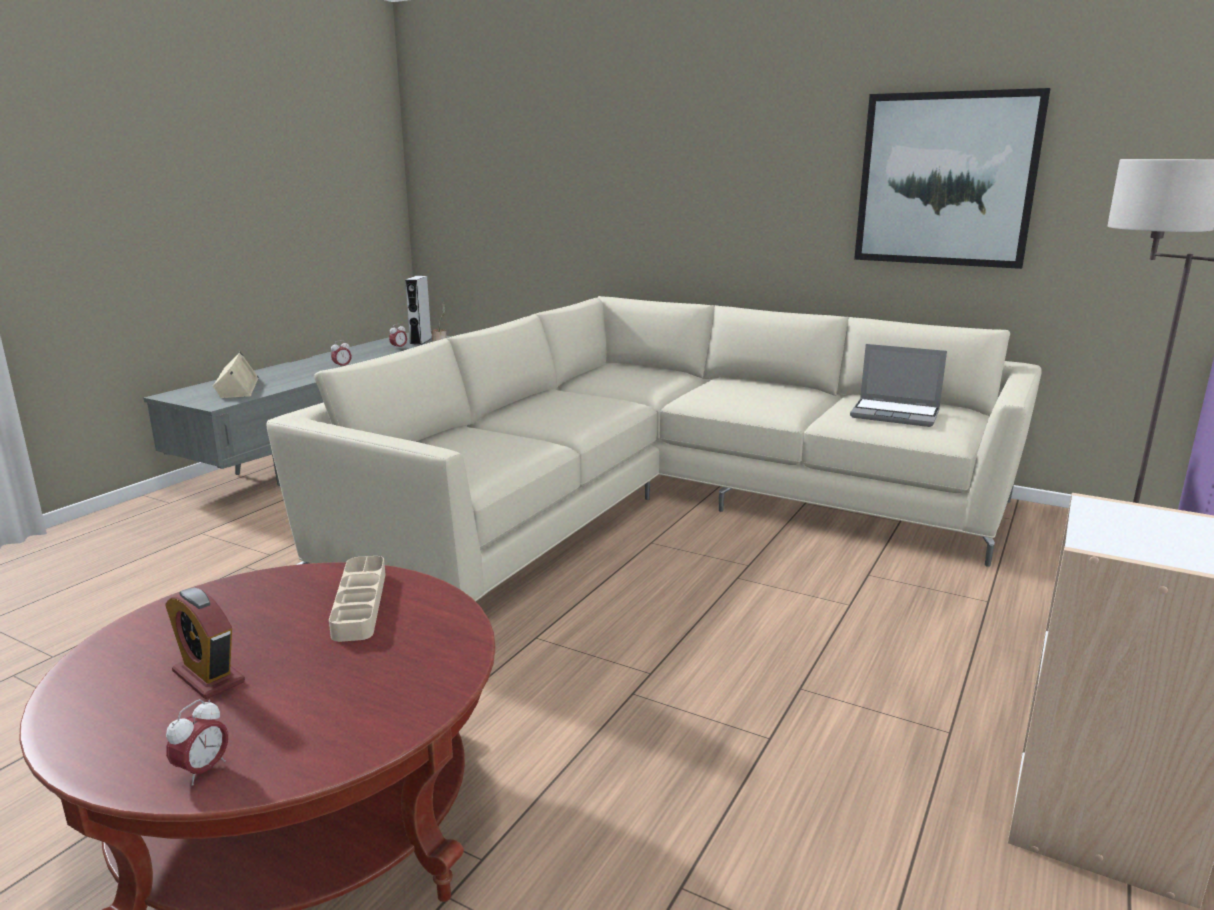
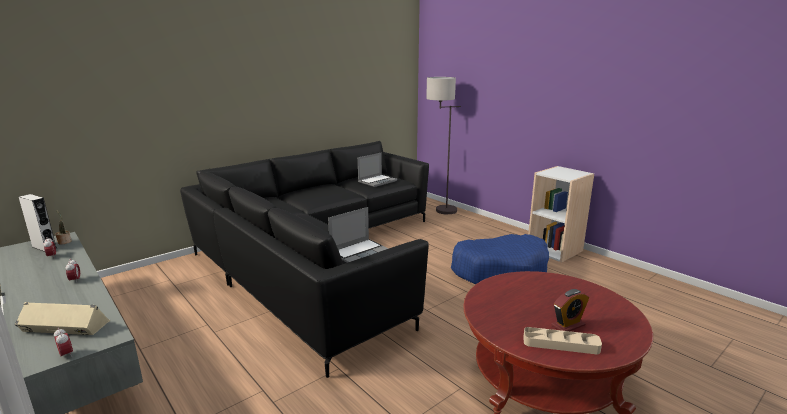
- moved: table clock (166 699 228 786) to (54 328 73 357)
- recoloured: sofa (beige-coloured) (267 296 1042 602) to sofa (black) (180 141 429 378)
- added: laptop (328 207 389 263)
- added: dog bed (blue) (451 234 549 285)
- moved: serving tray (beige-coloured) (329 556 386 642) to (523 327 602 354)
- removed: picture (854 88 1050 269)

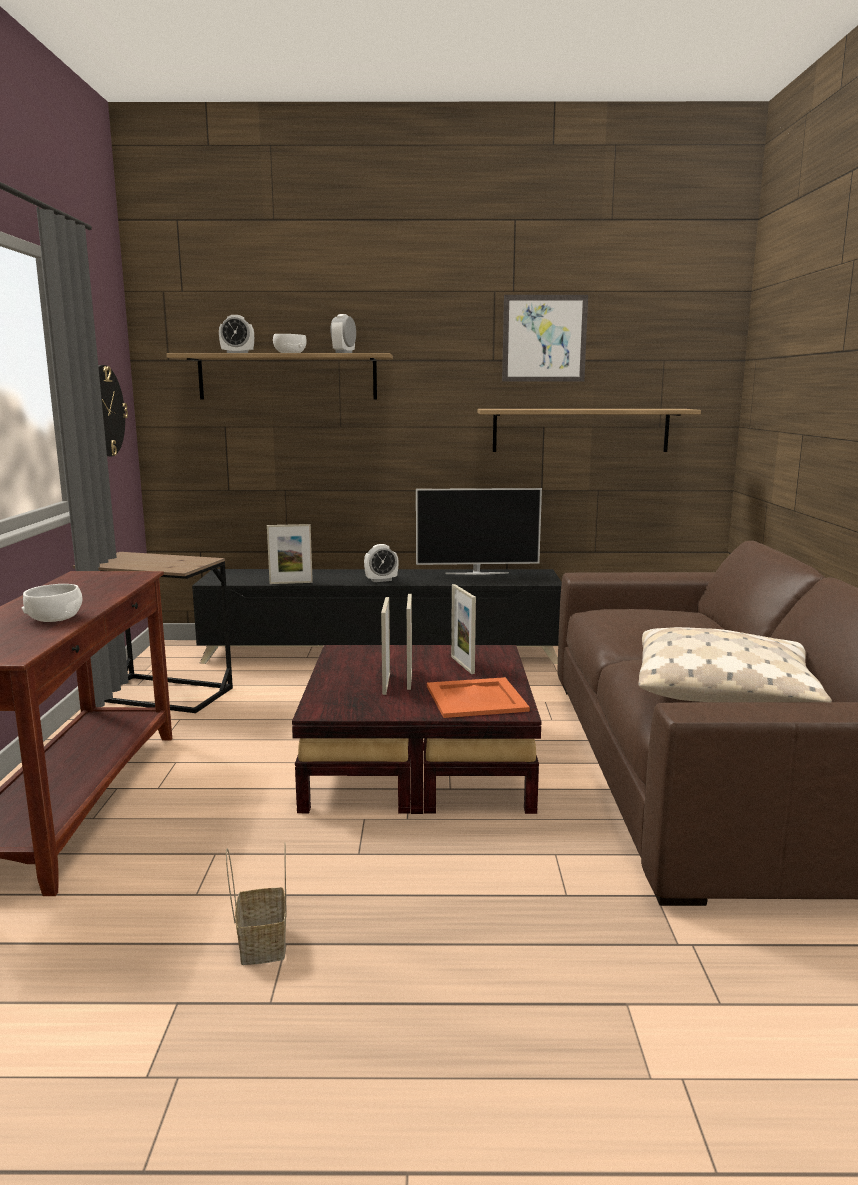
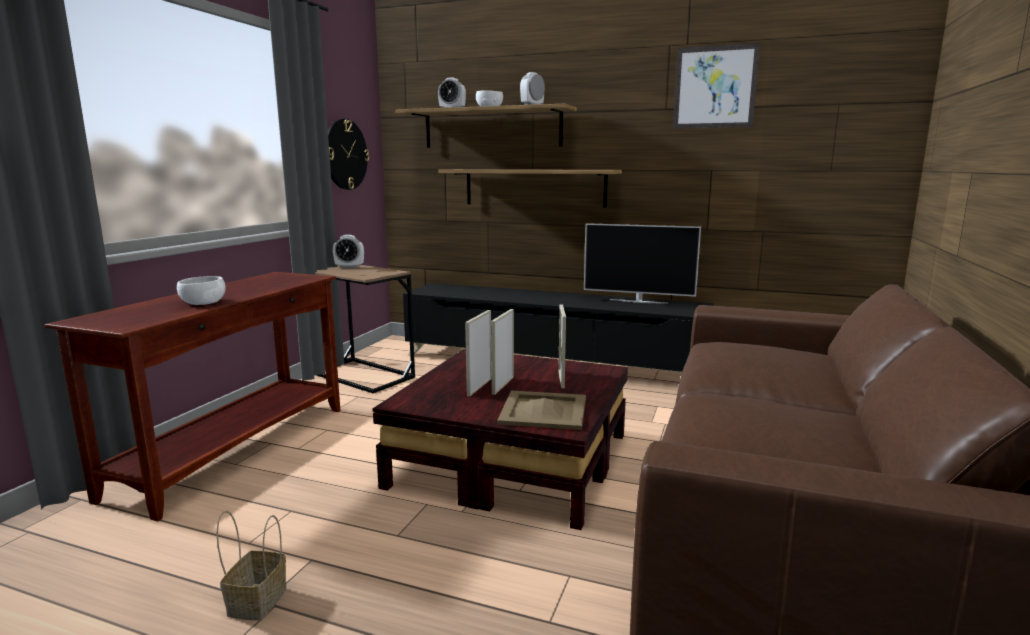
- moved: table clock (364 544 399 582) to (333 235 364 268)
- moved: bracket shelf (477 409 701 452) to (438 169 622 208)
- recoloured: serving tray (orange) (427 677 530 718) to serving tray (beige-coloured) (497 390 586 430)
- removed: standing frame (267 524 313 584)
- removed: cushion (beige-coloured) (638 627 832 703)

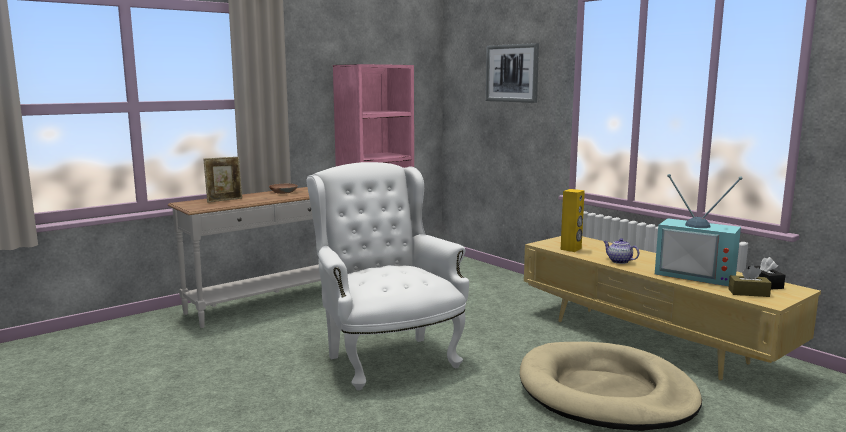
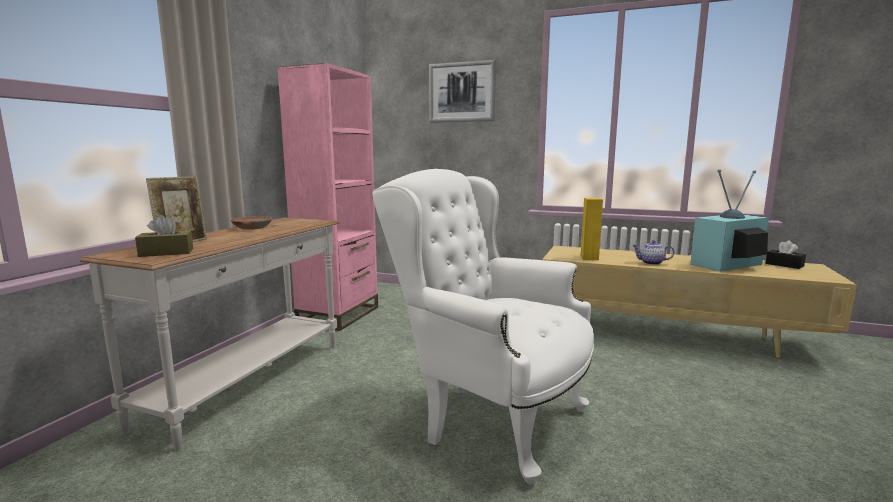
- moved: tissue holder (brown-coloured) (728 265 772 297) to (135 215 193 257)
- turned: TV (655 174 743 286) = (690 169 769 272) 150 degrees clockwise
- removed: dog bed (beige-coloured) (520 342 702 431)

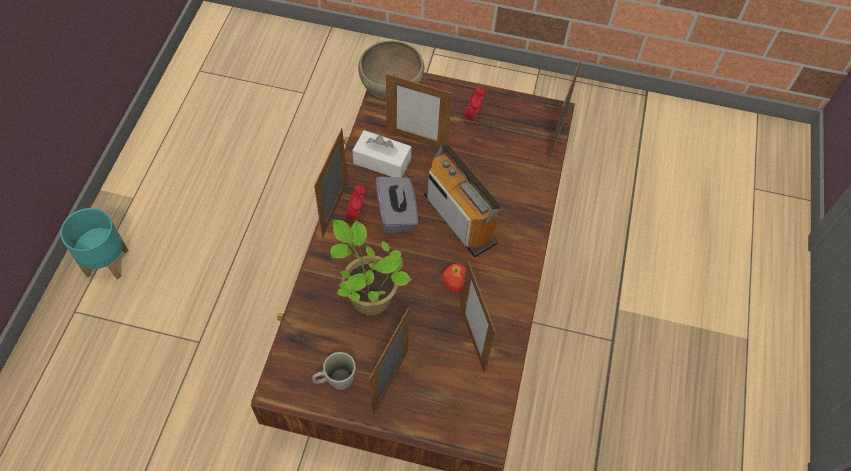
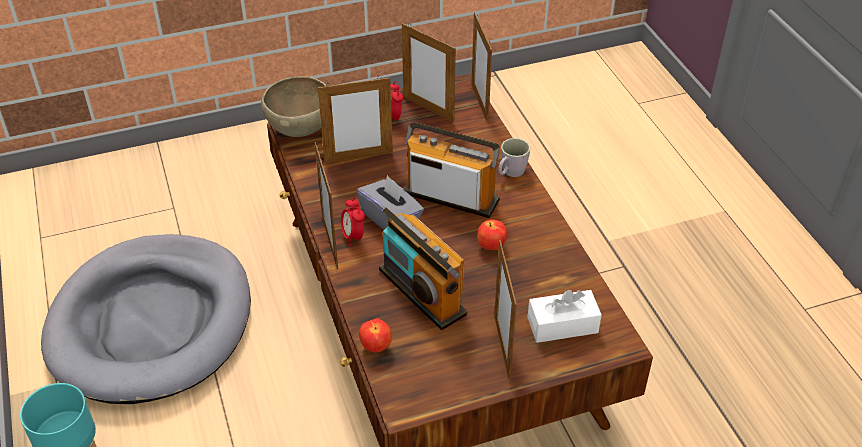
- added: dog bed (gray) (41 234 251 404)
- added: whole apple (359 318 392 352)
- replaced: houseplant (330 220 412 315) to radio receiver (379 208 467 330)
- moved: standing frame (460 261 496 373) to (402 23 456 123)
- moved: mug (gray) (312 352 356 390) to (498 138 530 177)
- moved: tissue holder (white-coloured) (352 130 411 177) to (527 290 602 343)

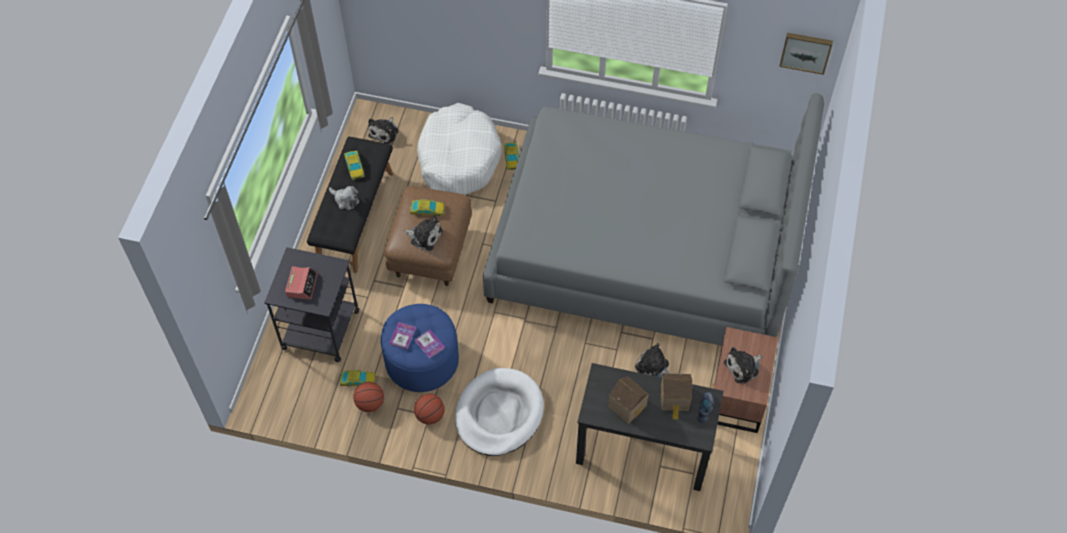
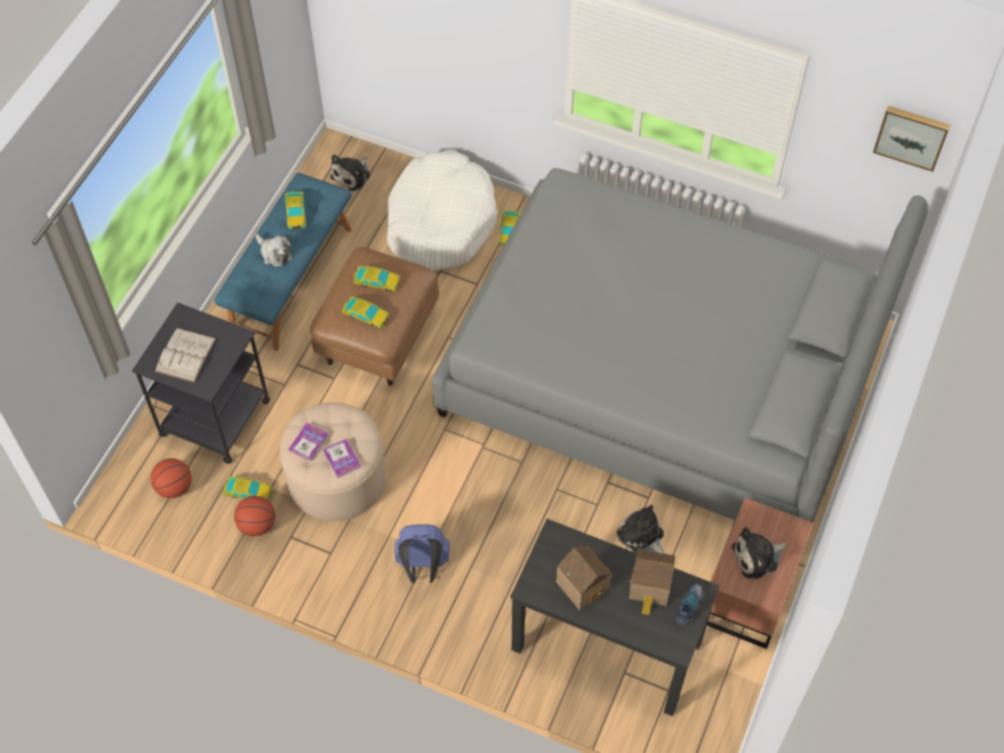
- moved: ball for basketball (414 394 445 425) to (151 458 192 499)
- replaced: table clock (285 266 318 300) to book (white-coloured) (155 328 217 383)
- recoloured: long seat (black) (307 137 393 273) to long seat (blue) (214 173 352 351)
- recoloured: ottoman (blue) (381 304 459 392) to ottoman (beige-coloured) (280 403 386 521)
- replaced: plush toy (403 215 443 251) to toy car (342 297 390 329)
- replaced: dog bed (white-coloured) (455 368 544 456) to rucksack (blue) (395 524 450 583)

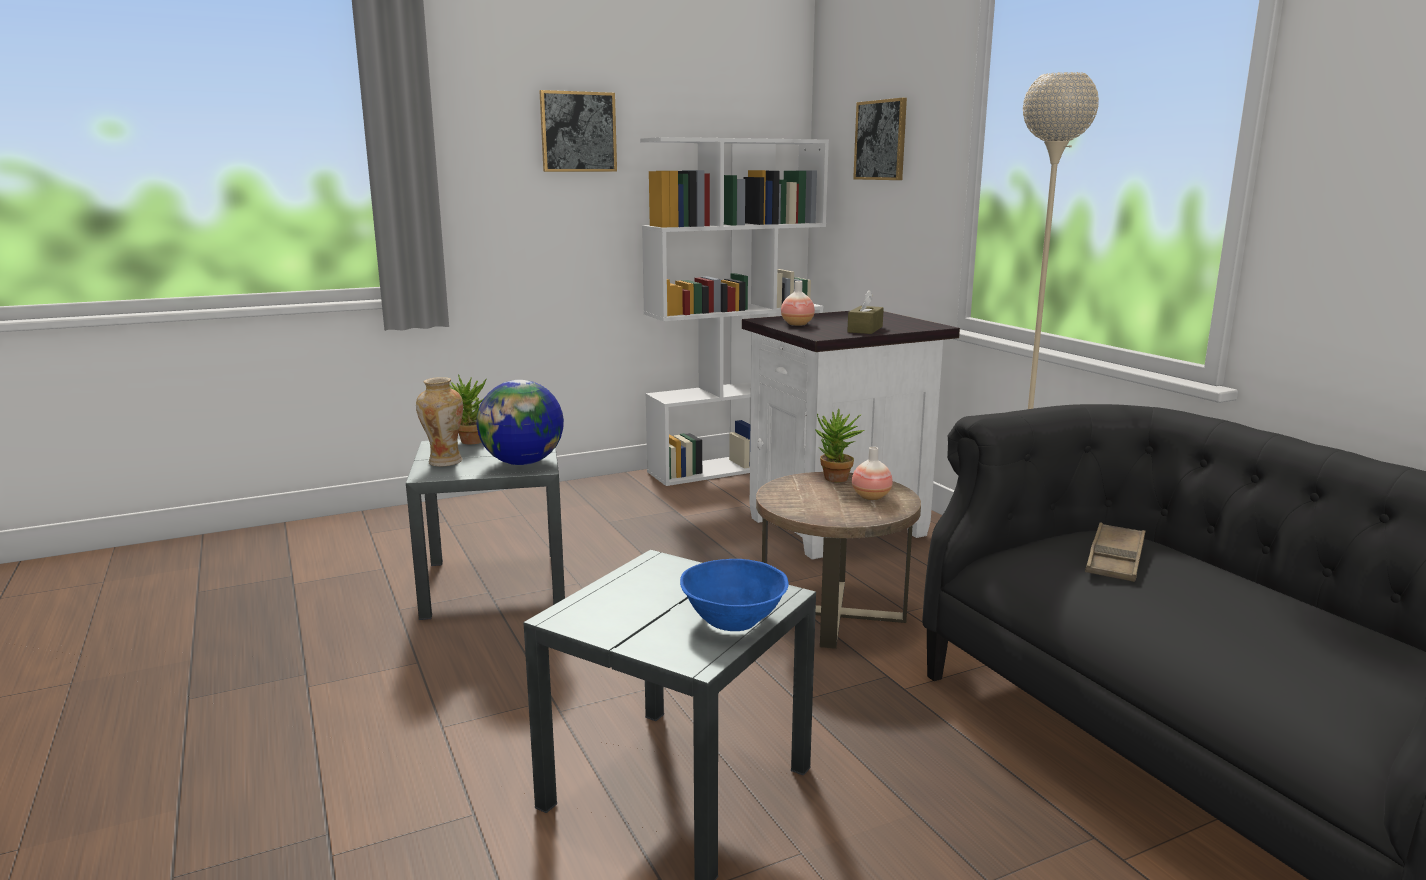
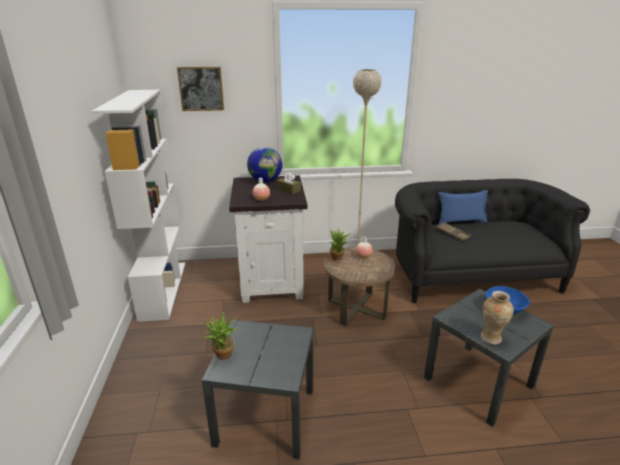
- moved: globe (477 380 564 465) to (247 147 282 182)
- added: cushion (blue) (438 190 488 225)
- moved: decorative vase (416 377 463 467) to (481 291 514 345)
- removed: picture (539 90 617 172)

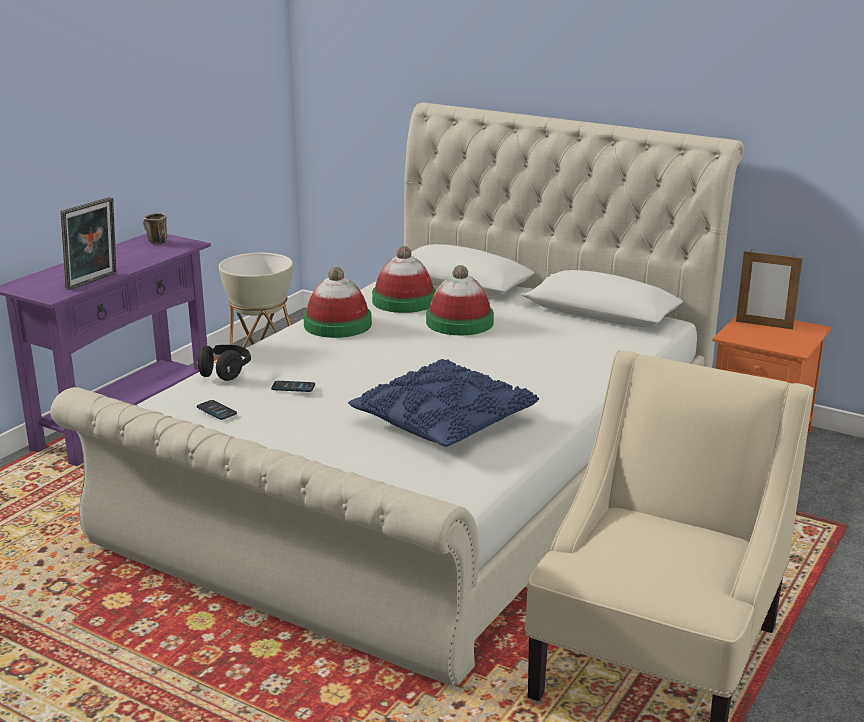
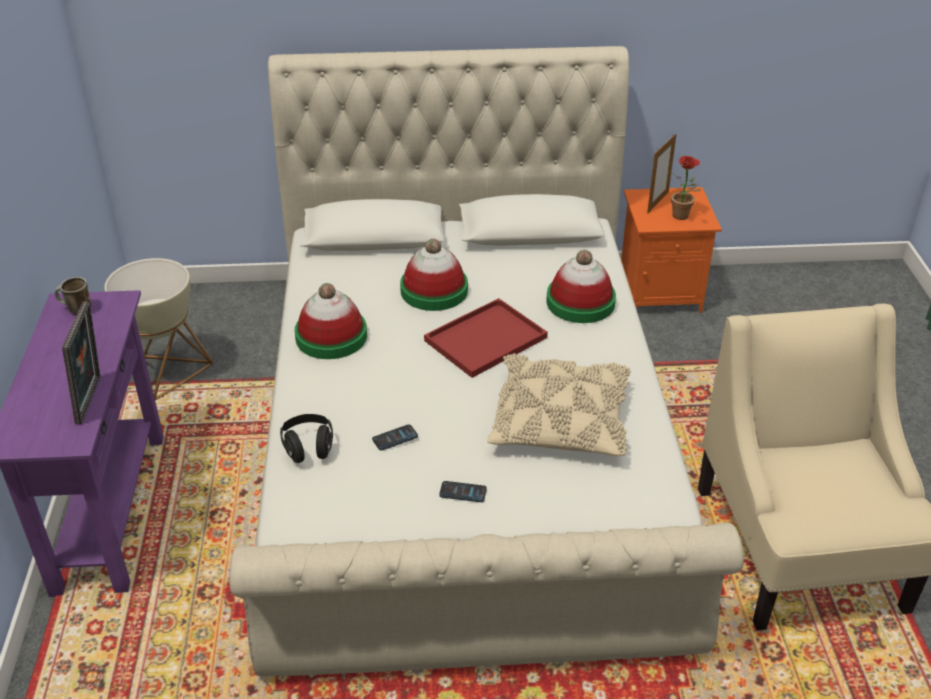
- added: serving tray (red) (424 298 548 378)
- moved: telephone (197 400 237 420) to (439 481 487 502)
- recoloured: cushion (blue) (348 359 539 447) to cushion (beige-coloured) (487 353 631 456)
- moved: hat (372 246 436 313) to (546 250 616 323)
- turned: standing frame (736 251 803 329) = (647 133 677 214) 45 degrees counterclockwise
- added: houseplant (671 156 701 220)

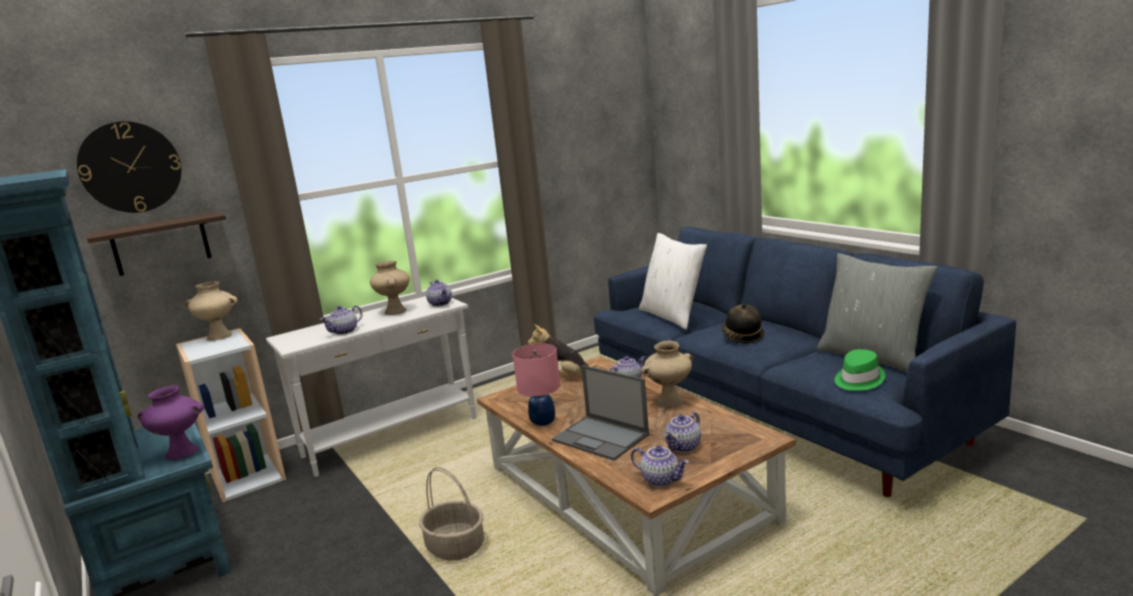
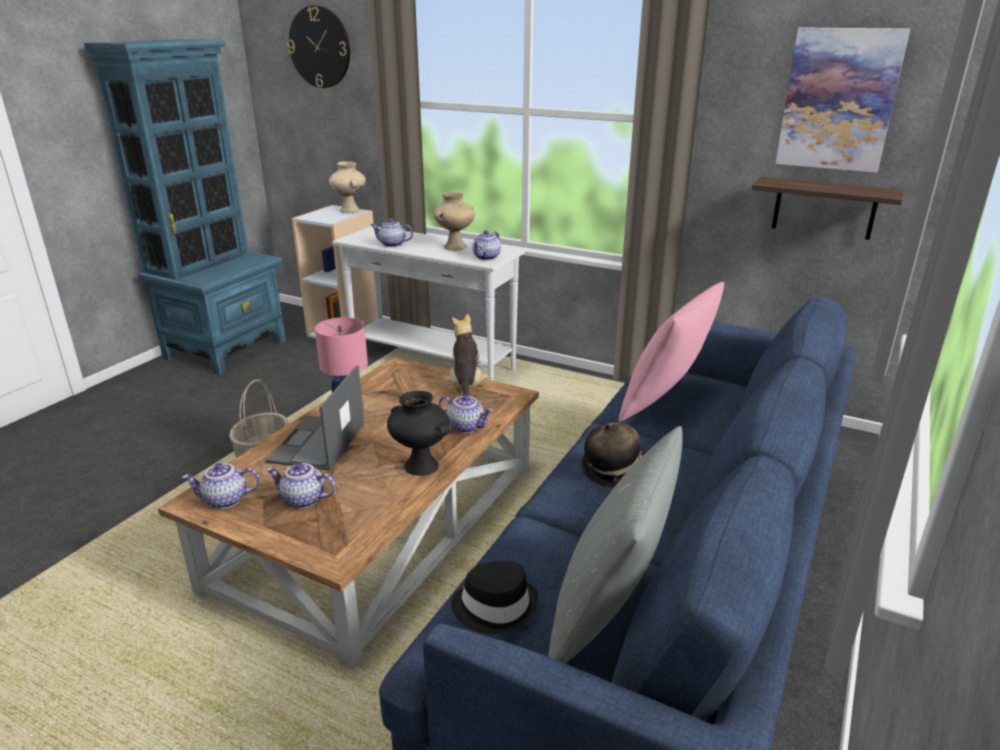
- turned: pot for tea (631 446 689 487) = (182 463 260 509) 75 degrees clockwise
- recoloured: decorative vase (beige-coloured) (641 341 693 408) to decorative vase (black) (387 391 450 476)
- recoloured: hat (green-coloured) (834 349 886 391) to hat (black) (451 561 538 634)
- recoloured: cushion (white-coloured) (639 233 707 330) to cushion (pink-coloured) (618 282 724 422)
- moved: bracket shelf (86 211 226 276) to (752 177 904 240)
- added: picture (776 27 910 173)
- removed: decorative vase (purple-coloured) (138 385 204 460)

